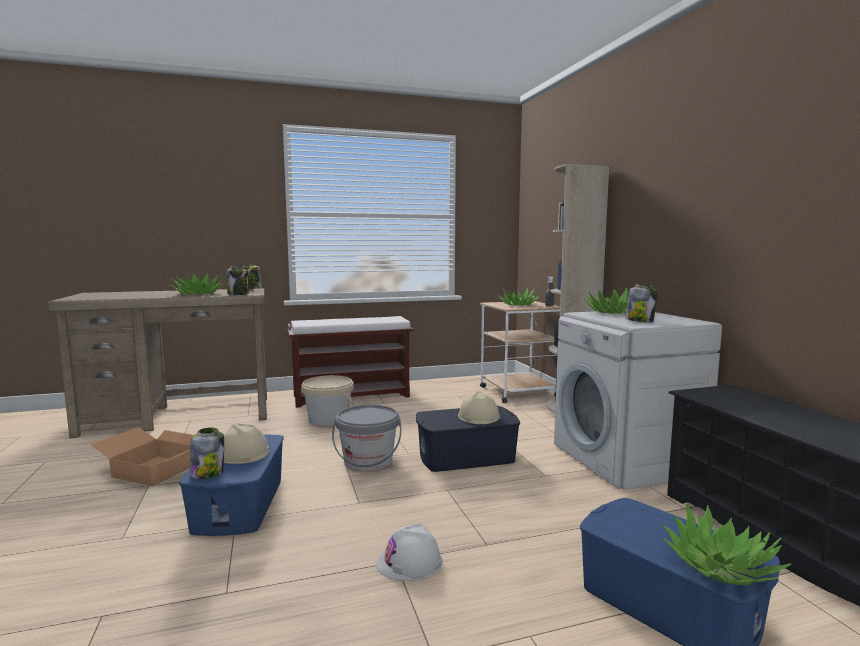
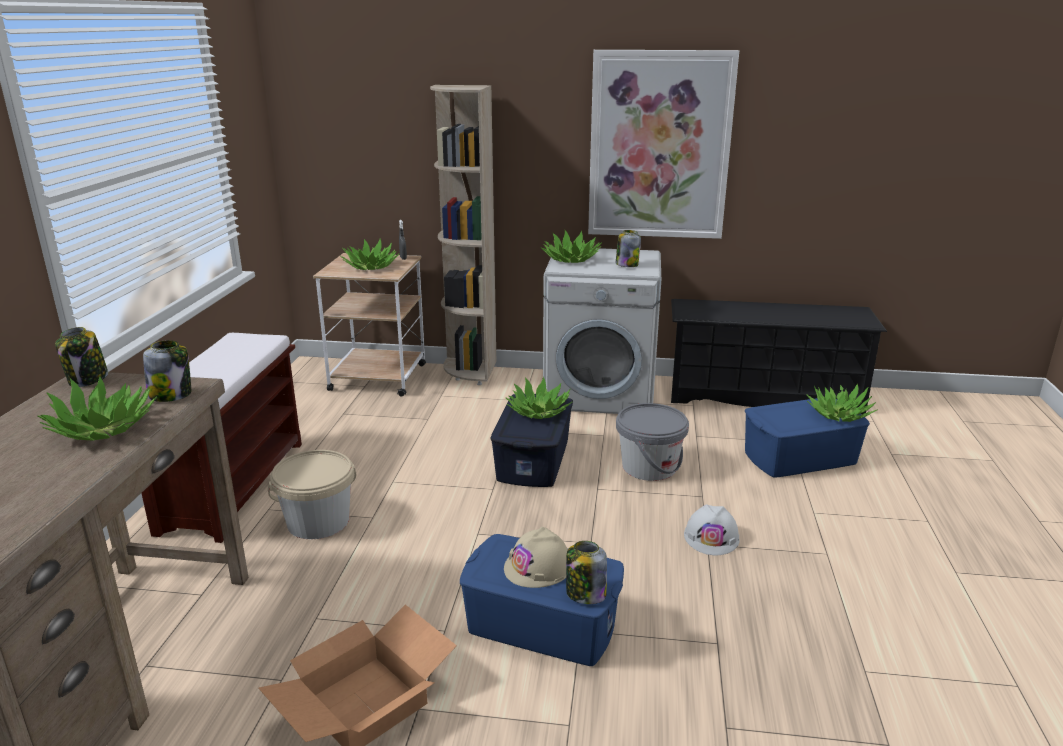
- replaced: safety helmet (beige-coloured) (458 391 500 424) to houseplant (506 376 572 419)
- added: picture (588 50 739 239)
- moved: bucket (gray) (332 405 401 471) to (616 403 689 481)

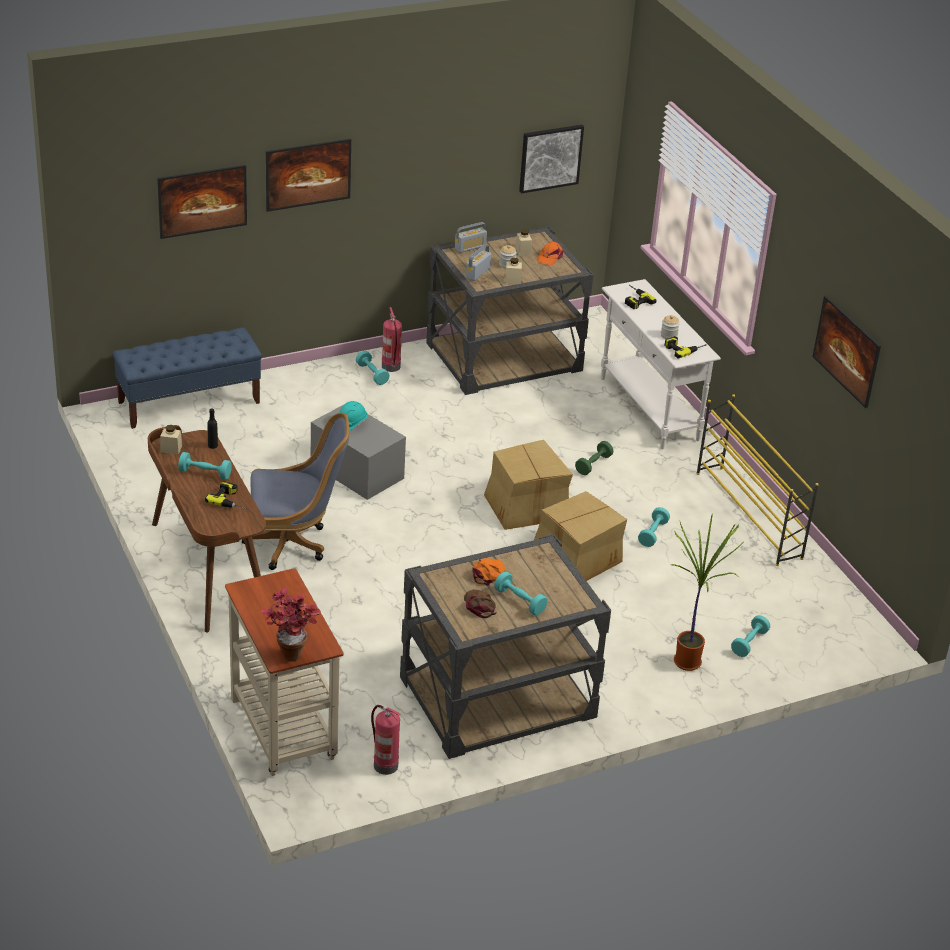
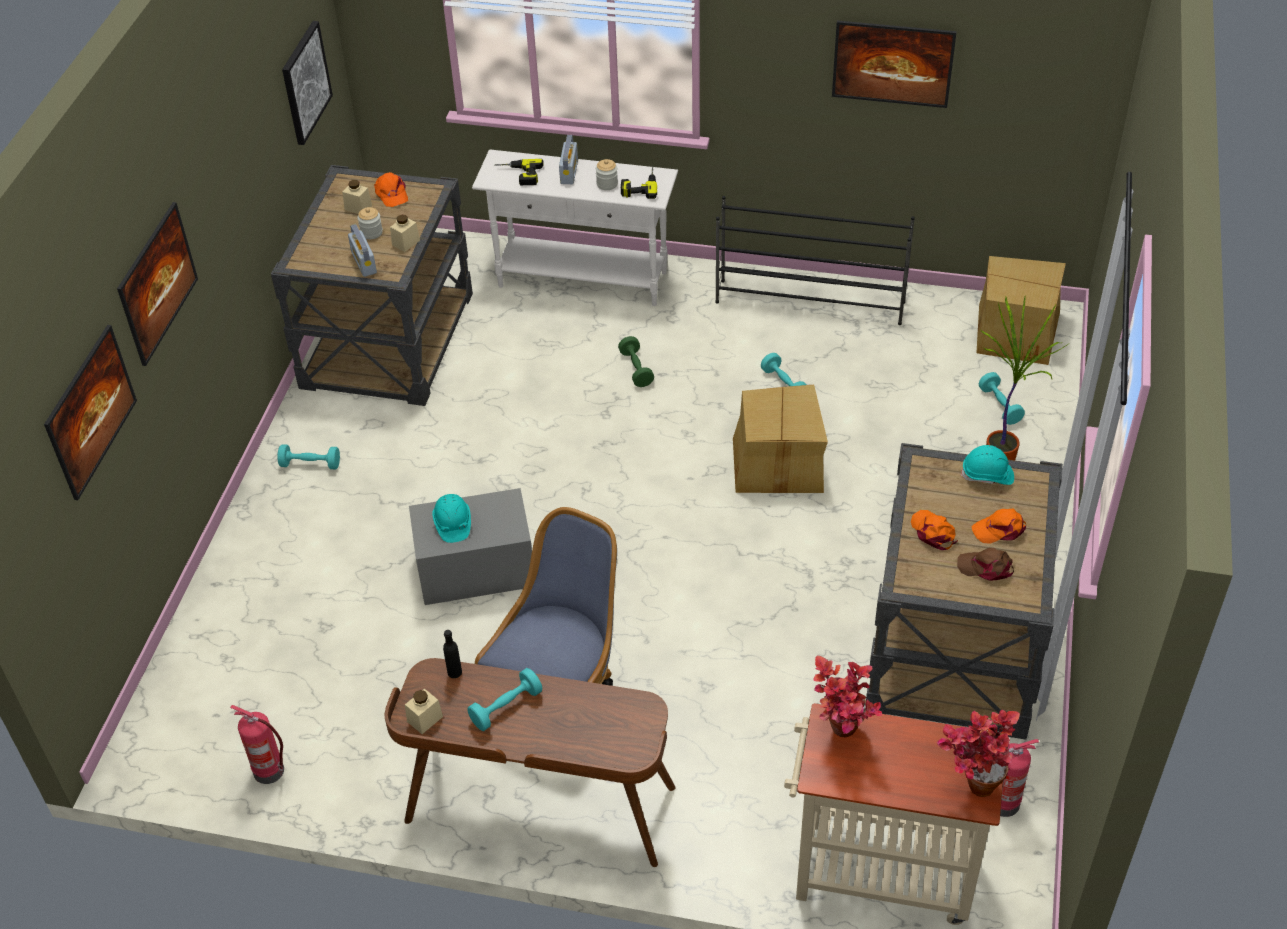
- moved: fire-fighting cylinder (382 307 402 372) to (230 705 284 784)
- moved: radio receiver (455 222 487 253) to (559 135 578 184)
- recoloured: shoe stand (yellowish) (696 394 819 566) to shoe stand (black) (715 196 915 325)
- added: houseplant (813 656 882 737)
- added: safety helmet (turquoise) (961 445 1014 485)
- replaced: hand weight (turquoise) (494 572 547 615) to peaked cap (orange) (972 508 1026 544)
- moved: cardboard box (484 440 573 530) to (977 256 1066 365)
- removed: long seat (blue) (112 328 262 429)
- removed: power drill (205 481 248 510)

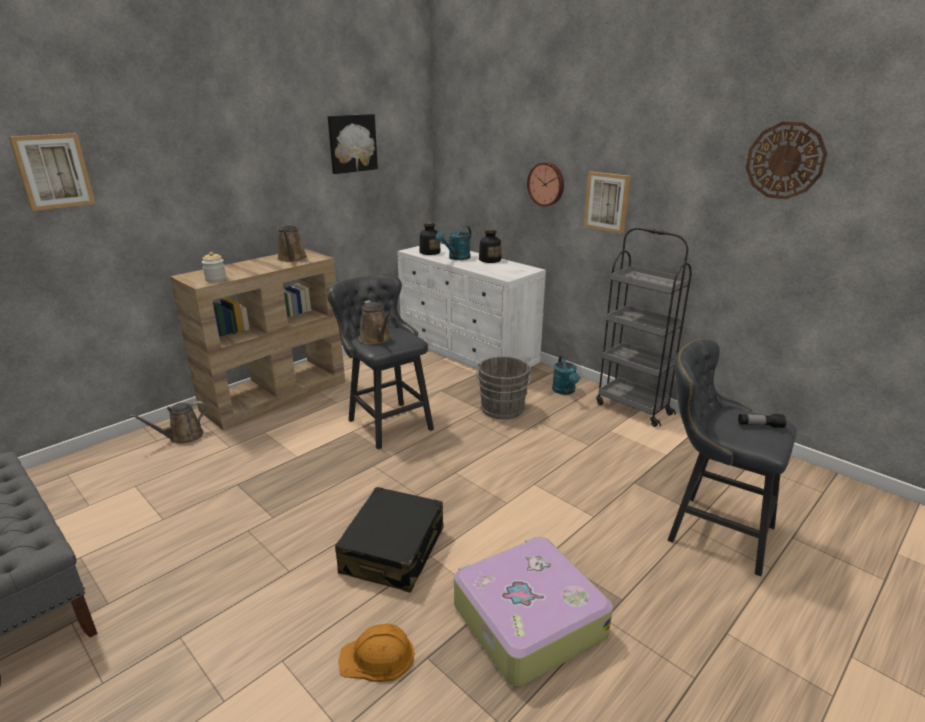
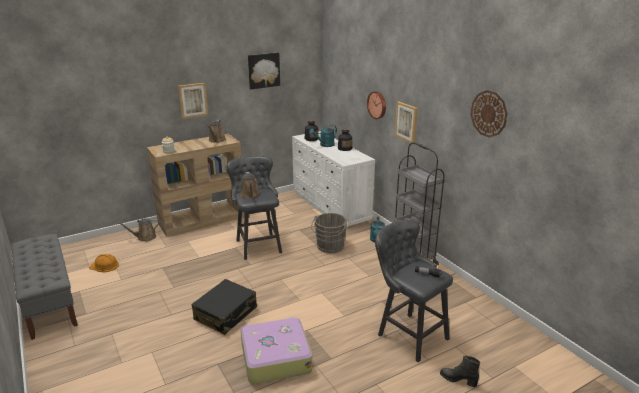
- moved: safety helmet (orange) (338 623 414 682) to (89 254 119 273)
- moved: picture (9 133 95 211) to (178 83 208 119)
- added: high-top boot (black) (440 356 480 387)

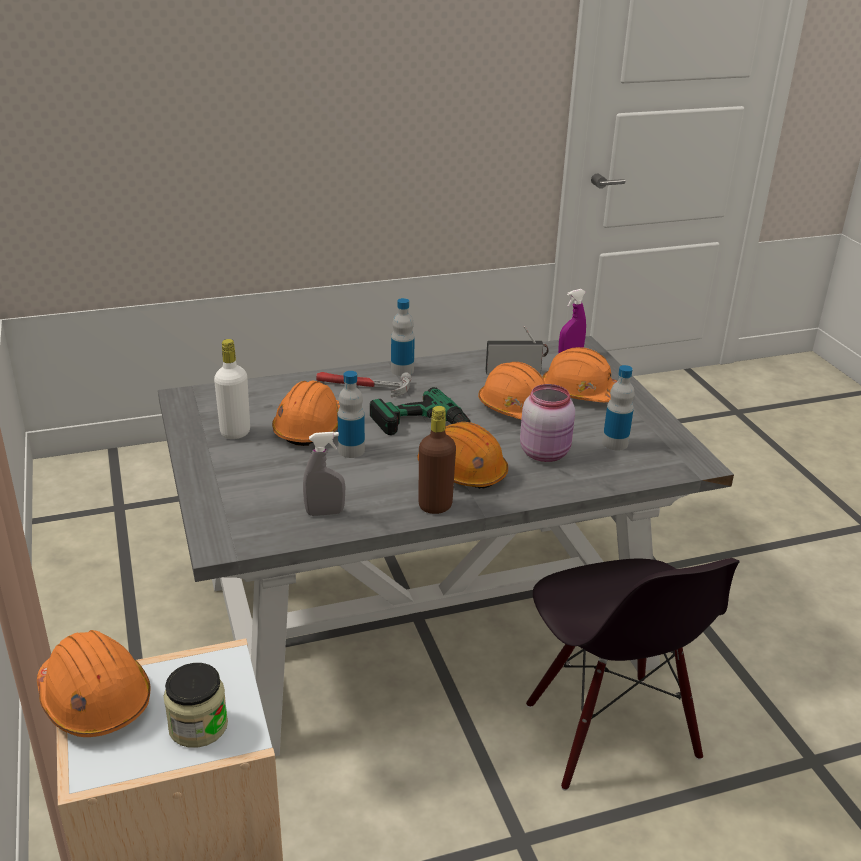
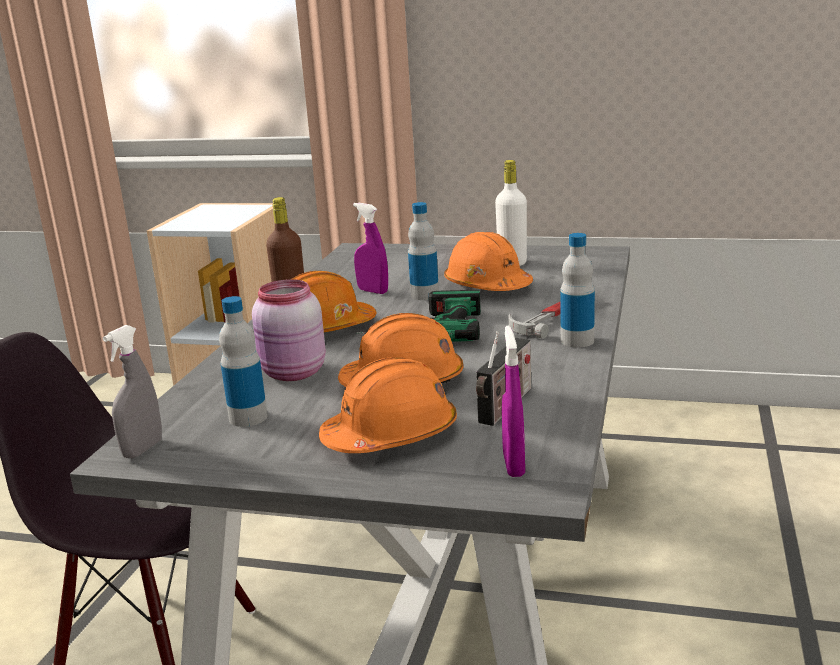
- moved: sprayer (gray) (303 432 346 516) to (103 325 162 458)
- added: sprayer (purple-coloured) (353 203 388 294)
- removed: safety helmet (orange) (37 630 151 737)
- removed: preserve jar (163 663 228 748)

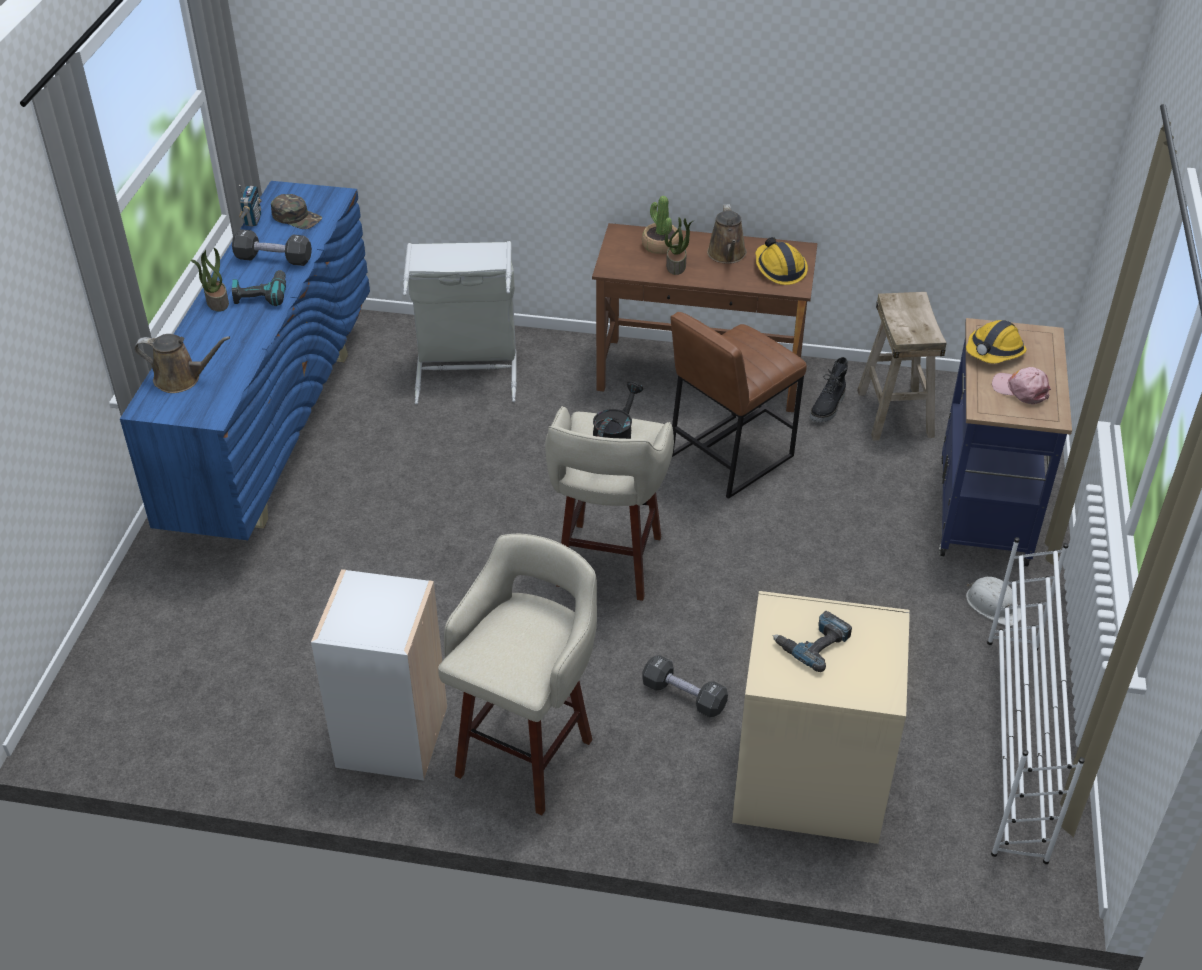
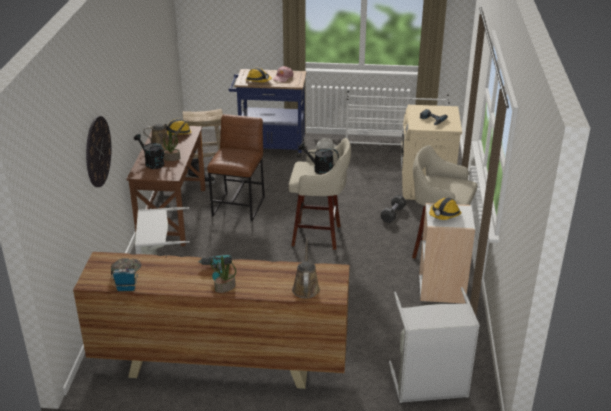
- recoloured: cupboard (blue) (120 181 370 540) to cupboard (brown-coloured) (73 252 350 389)
- added: clock on the wall (86 116 111 187)
- replaced: houseplant (642 196 679 254) to watering can (black) (134 134 164 169)
- turned: chair (brown-coloured) (671 312 807 499) = (207 114 265 222) 120 degrees counterclockwise
- added: laundry basket (gray) (389 287 480 403)
- added: safety helmet (429 198 462 220)
- removed: hand weight (black) (232 229 312 266)

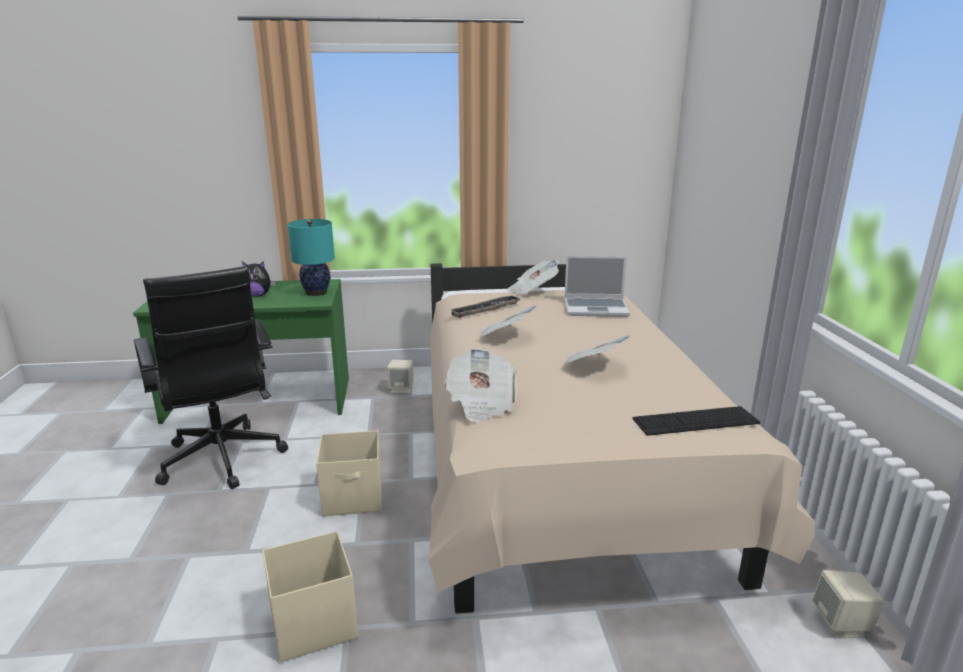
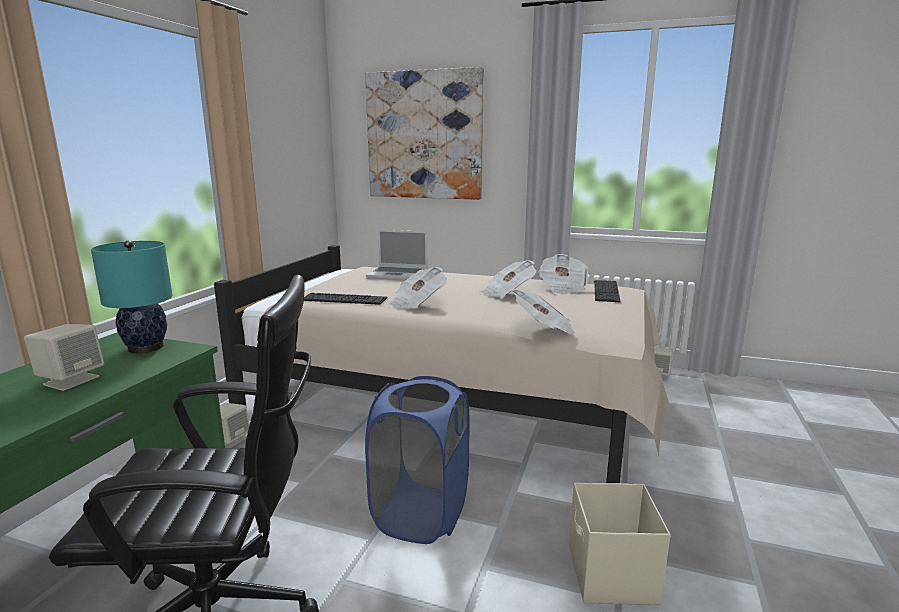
- replaced: plush toy (242 261 275 297) to loudspeaker (beige-coloured) (24 324 105 391)
- replaced: serving tray (449 295 521 318) to computer keyboard (304 293 387 305)
- added: picture (365 67 484 200)
- replaced: storage bin (beige-coloured) (316 430 382 516) to laundry basket (blue) (365 376 470 544)
- turned: laptop (564 256 630 317) = (366 230 427 280) 75 degrees clockwise
- moved: printed paper (507 260 559 295) to (538 254 589 295)

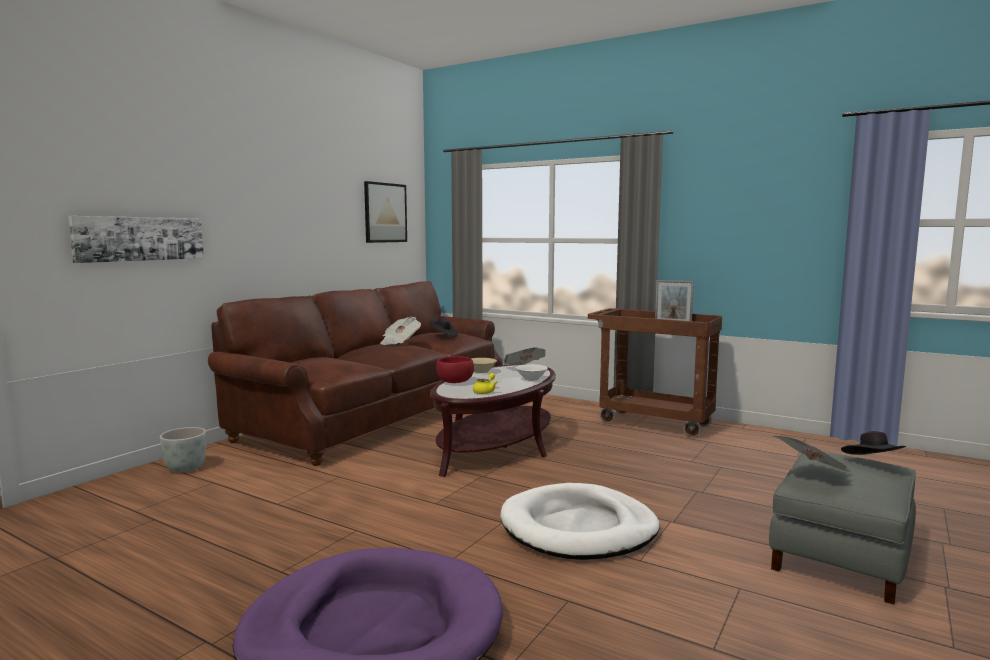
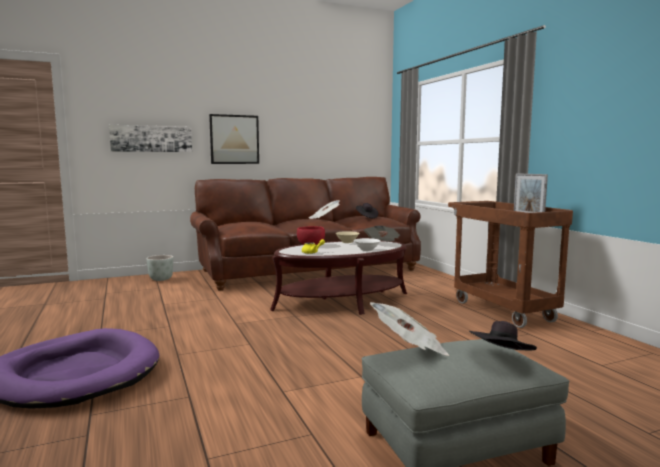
- moved: picture (364 181 407 243) to (209 114 259 164)
- removed: dog bed (white-coloured) (500 483 660 560)

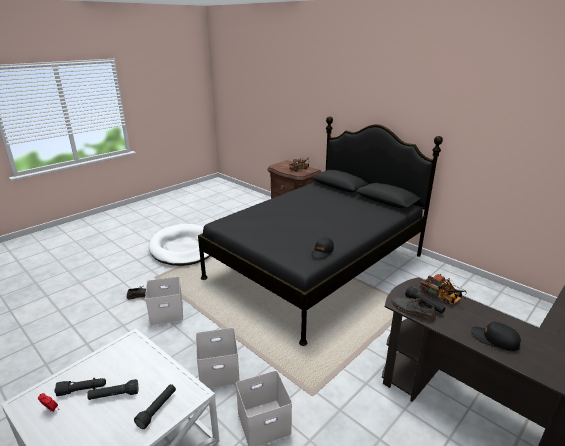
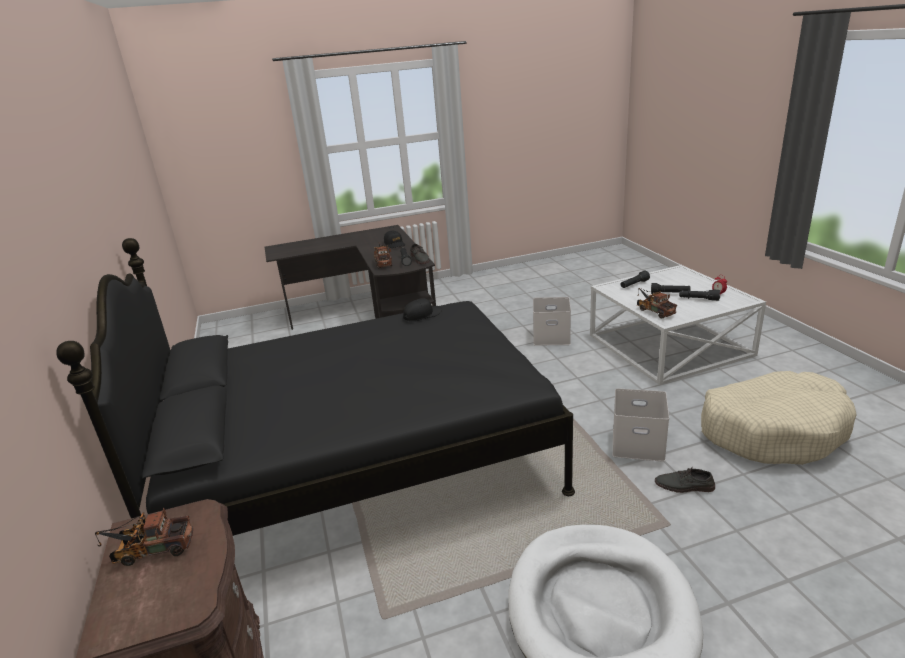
- added: toy lorry (637 288 677 319)
- added: dog bed (beige-coloured) (701 371 856 465)
- removed: storage bin (white-coloured) (196 328 240 389)

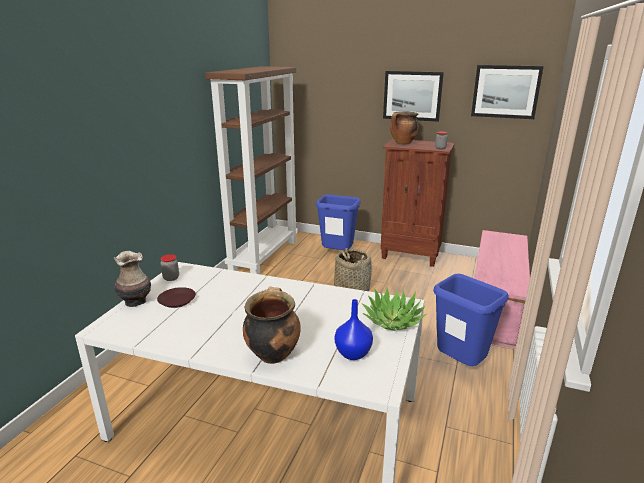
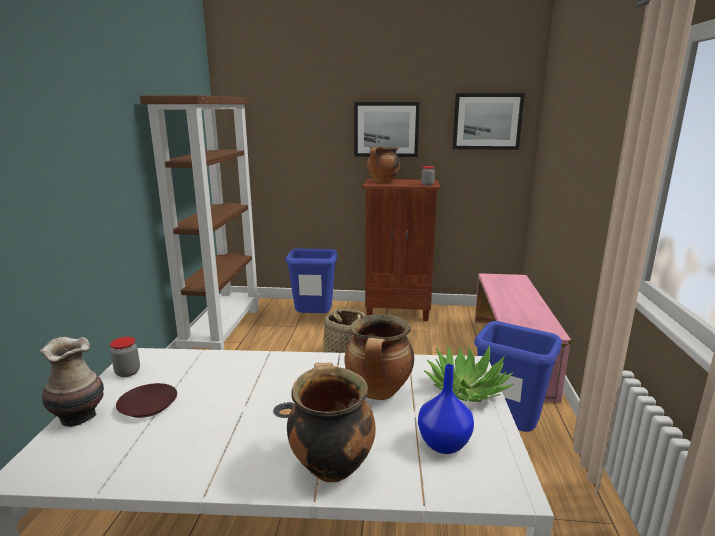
- added: stockpot (344 314 414 400)

